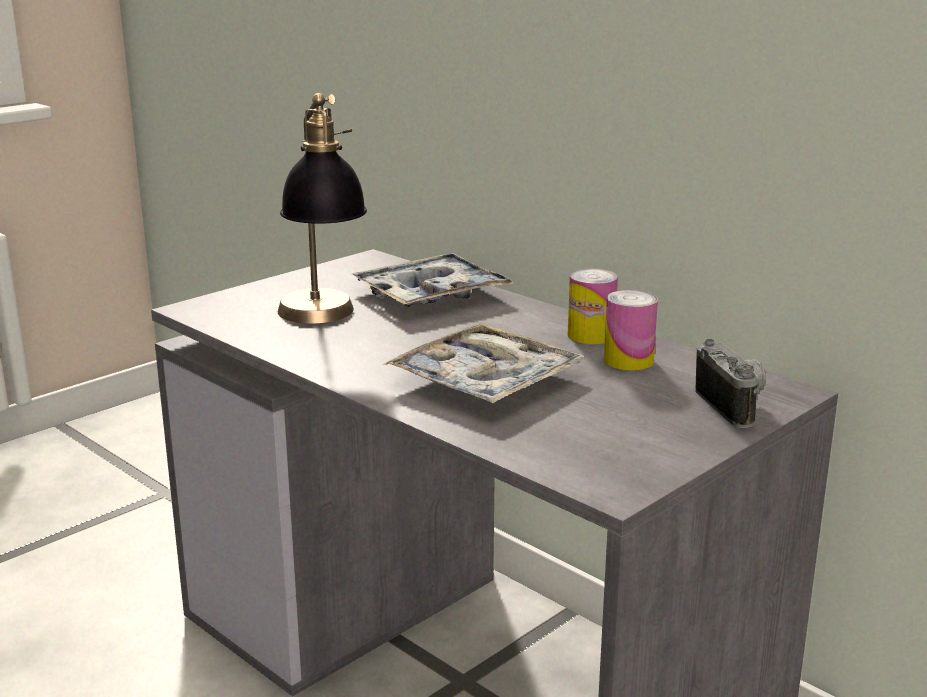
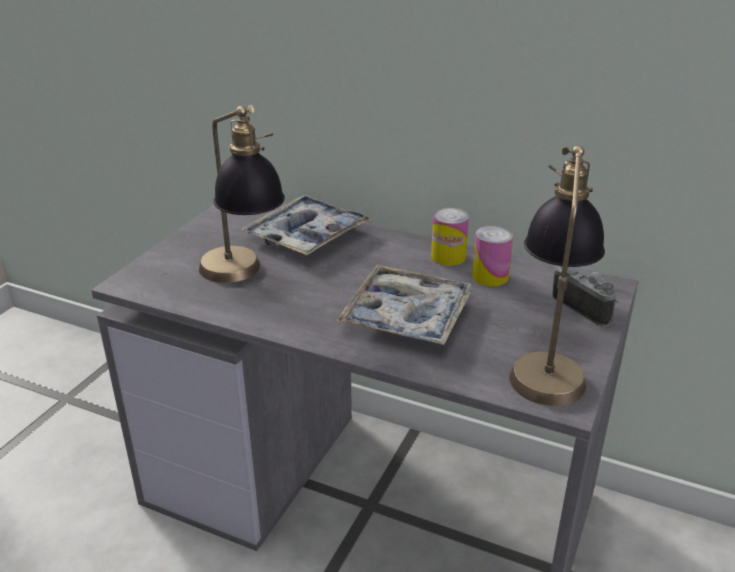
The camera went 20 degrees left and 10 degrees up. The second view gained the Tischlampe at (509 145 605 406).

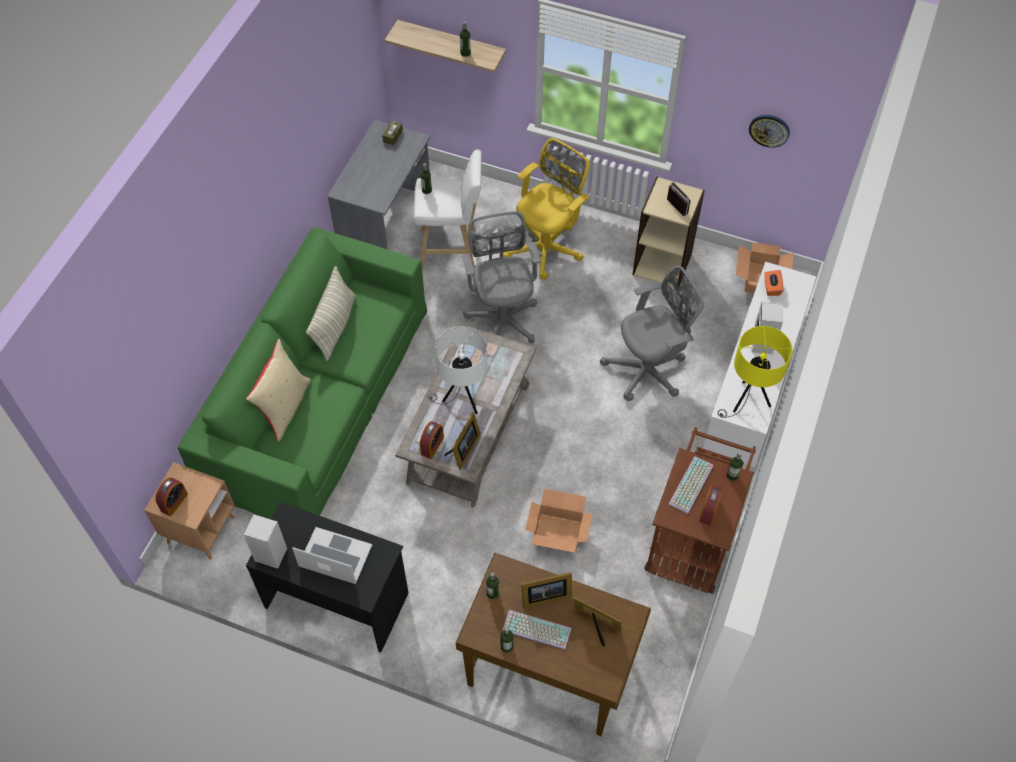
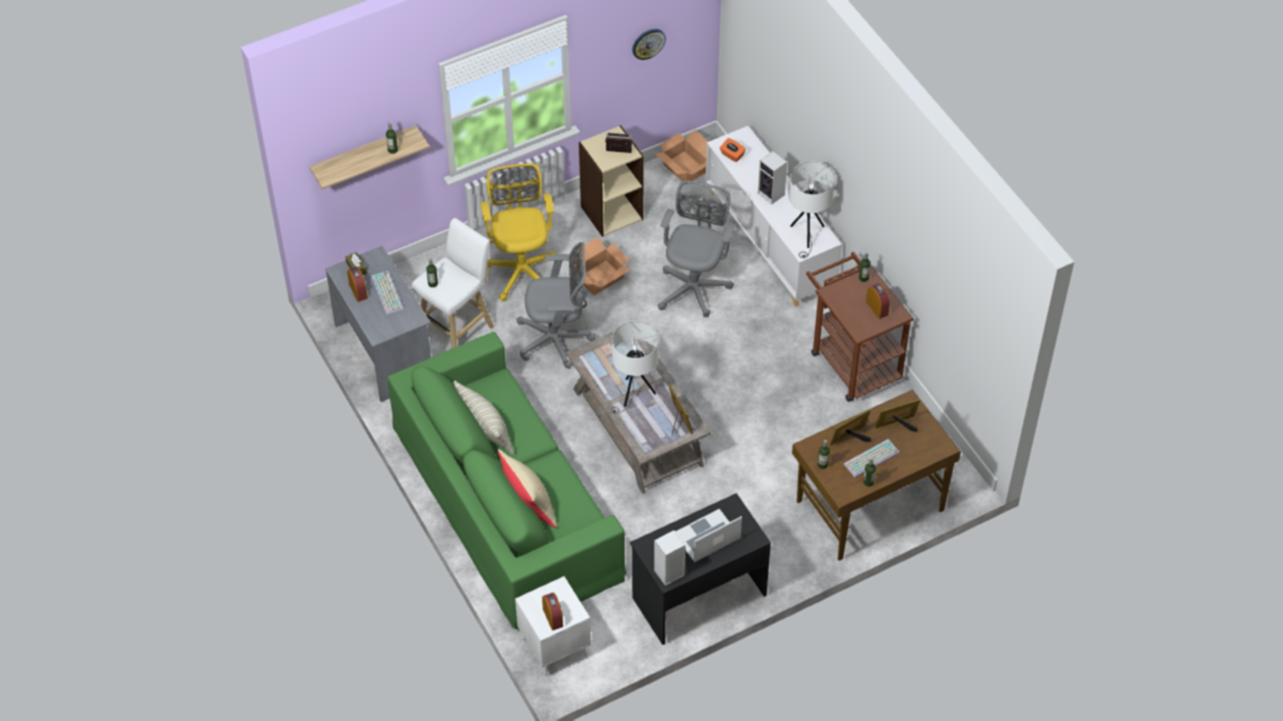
The camera went 50 degrees left and 5 degrees down. What was the Beistelltisch/braun at (144 462 235 560) turned into the Beistelltisch/weiß at (515 576 591 676). The Wecker ended up elsewhere, having gone from (420 421 444 459) to (347 267 368 302). The Bürostuhl/grau at (462 211 541 343) ended up facing another way, 150 degrees clockwise from before. The Bilderrahmen at (521 572 572 608) ended up facing another way, 150 degrees counterclockwise from before. The Karton ended up elsewhere, having gone from (525 489 593 553) to (569 237 631 295). The Tastatur ended up elsewhere, having gone from (668 456 714 514) to (371 271 404 315). What was the Tischlampe/gelb at (717 326 793 418) turned into the Tischlampe/weiß at (789 161 835 258).

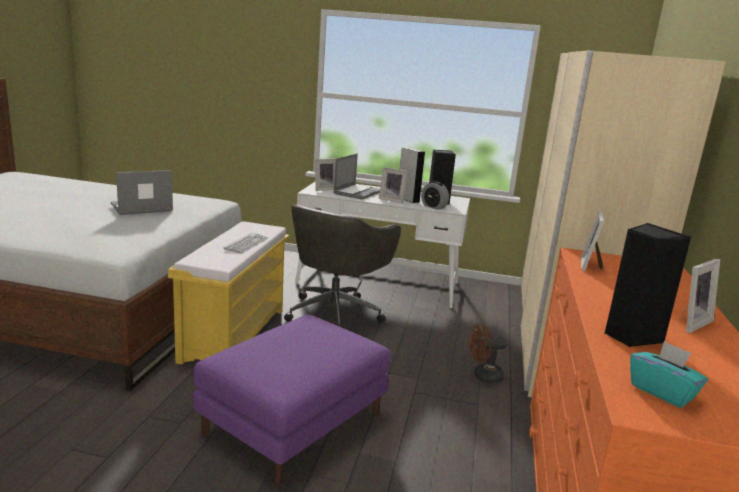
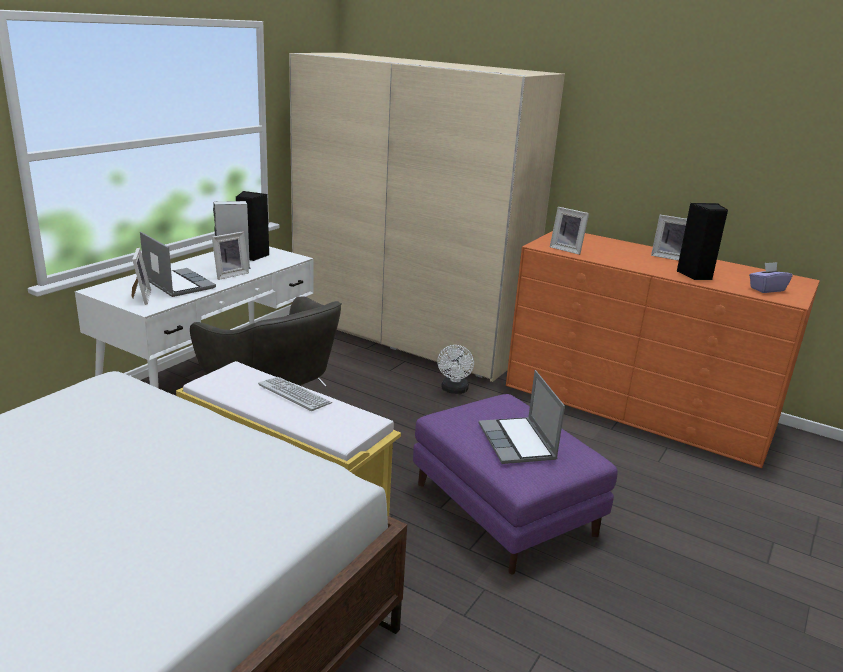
The camera went 70 degrees left and 5 degrees up. The Laptop ended up elsewhere, having gone from (111 170 173 215) to (479 370 565 464). The second view lost the Wecker at (421 181 449 210). What was the Ventilator/braun at (469 324 507 383) turned into the Ventilator/weiß at (437 345 474 394). What was the Taschentuchbox/türkis at (630 341 708 408) turned into the Taschentuchbox/lila at (749 262 793 293). The Bilderrahmen at (679 259 720 333) ended up facing another way, 135 degrees clockwise from before.

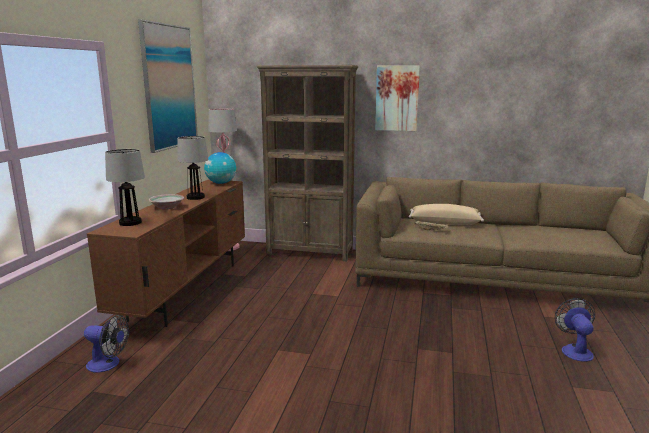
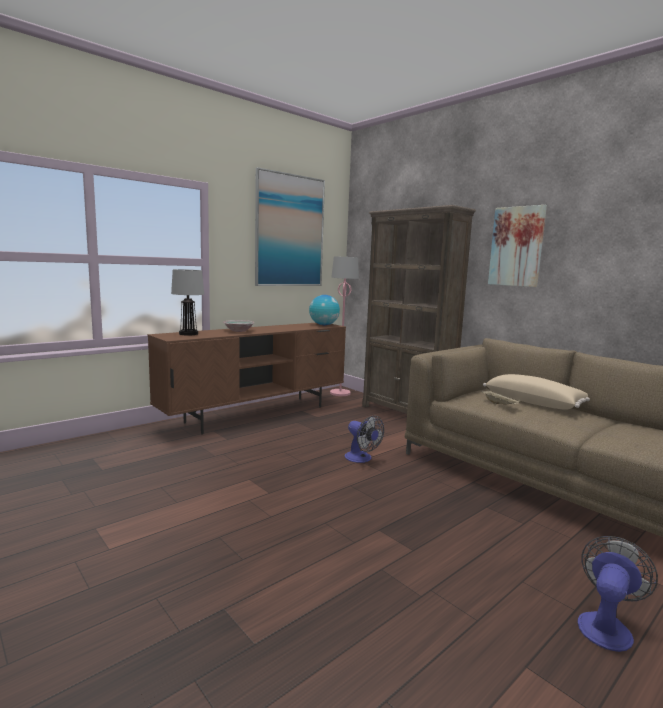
The camera went 35 degrees right and 5 degrees down. The Ventilator ended up elsewhere, having gone from (84 315 129 373) to (344 416 384 463). The second view lost the Tischlampe at (177 136 208 200).

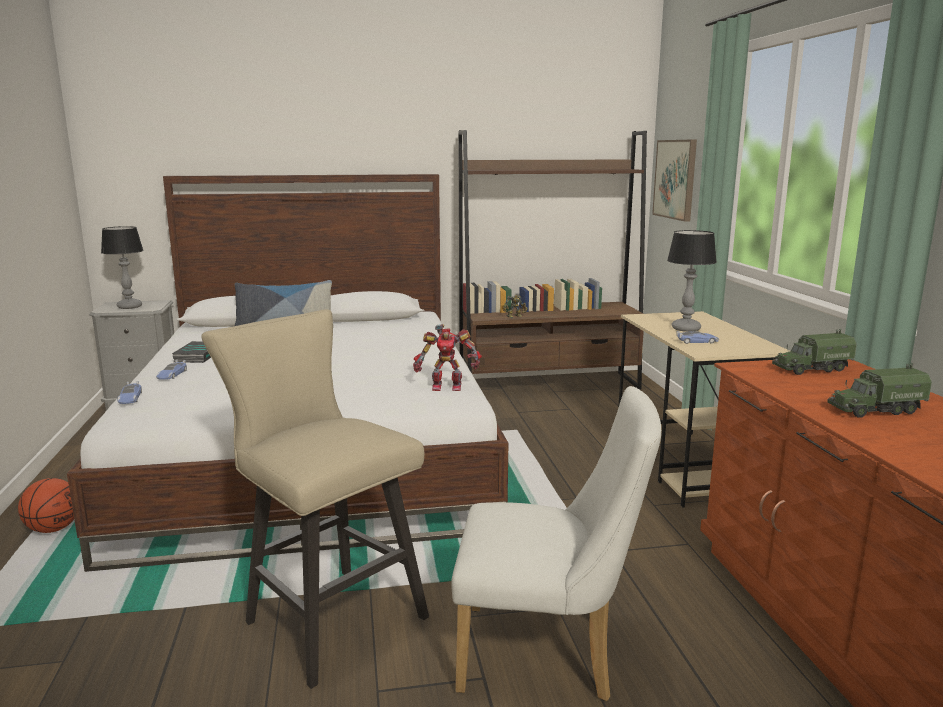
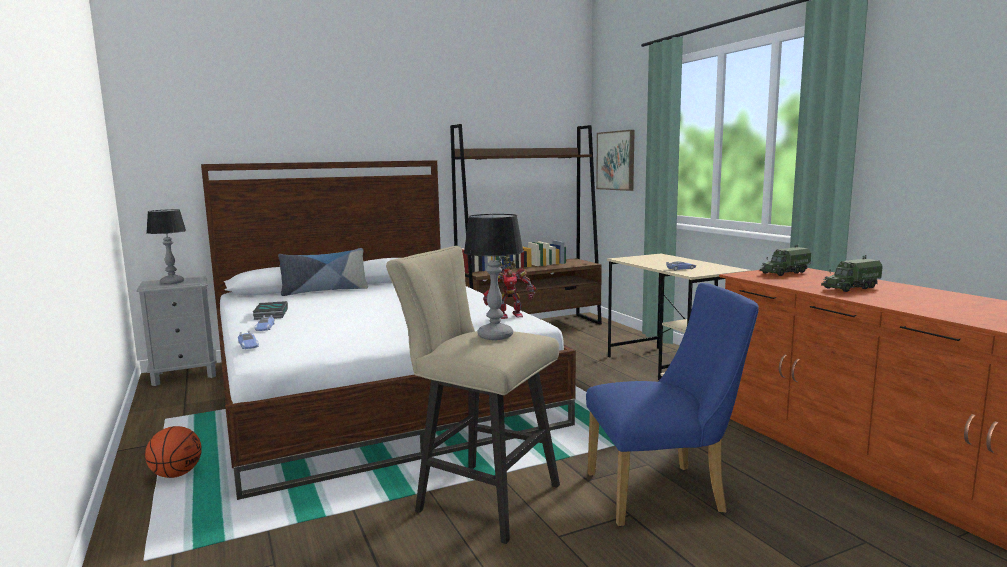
The camera went 15 degrees left and 5 degrees down. What was the Stuhl/weiß at (451 386 661 701) turned into the Stuhl/blau at (586 283 759 527). The Tischlampe ended up elsewhere, having gone from (667 230 717 332) to (464 214 524 340).

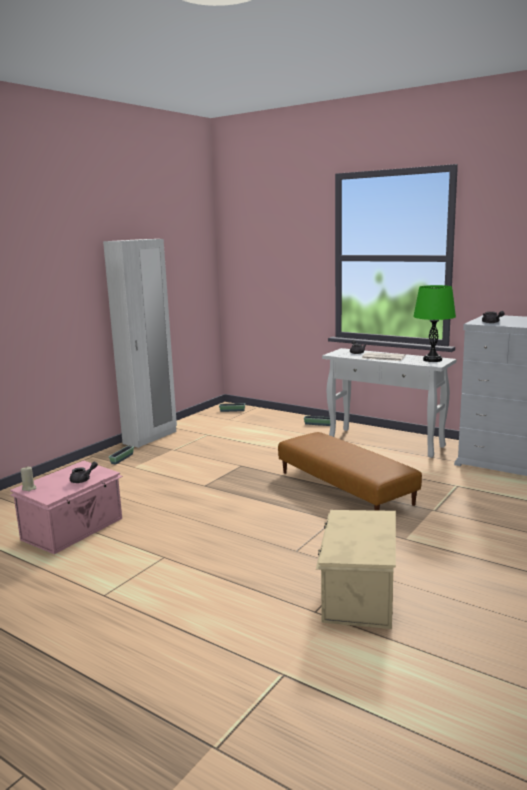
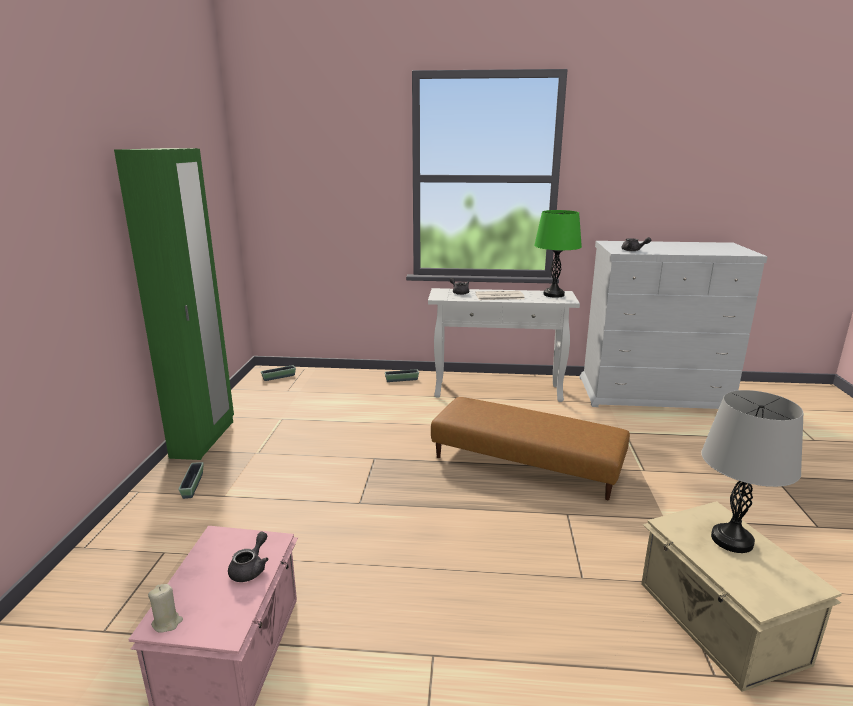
The camera went 30 degrees left and 5 degrees up. What was the Kleiderschrank/weiß at (103 239 177 448) turned into the Kleiderschrank/grün at (114 148 234 460). The second view gained the Tischlampe/grau at (701 390 803 553).

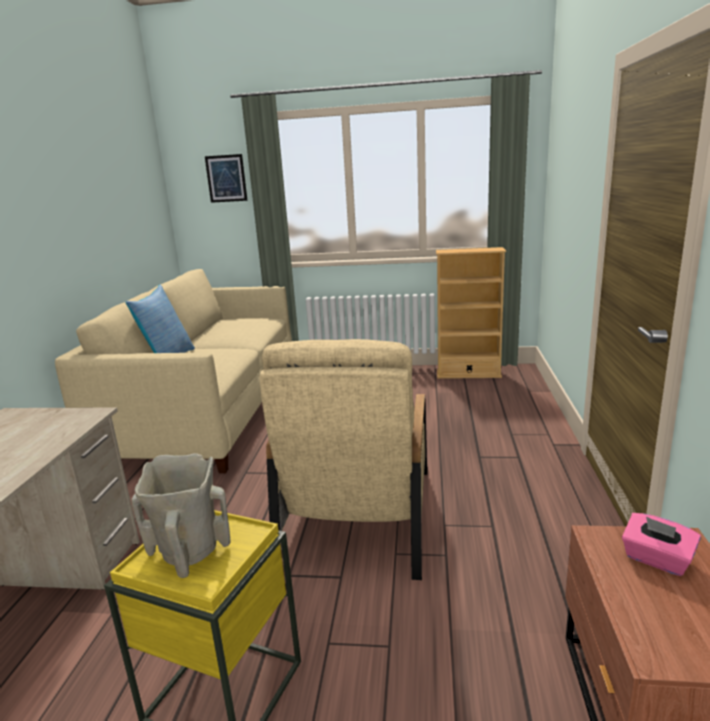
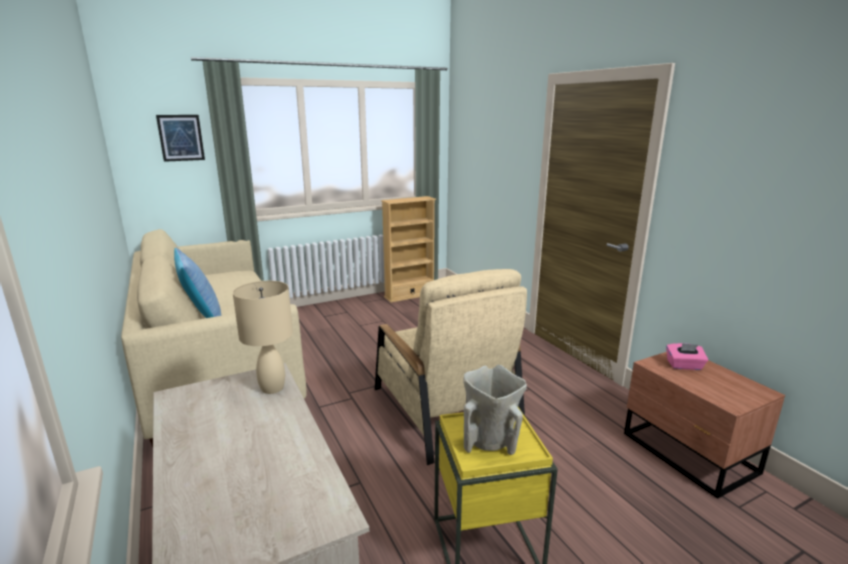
The camera went 35 degrees left and 0 degrees up. The second view gained the Tischlampe/beige at (233 281 293 394).

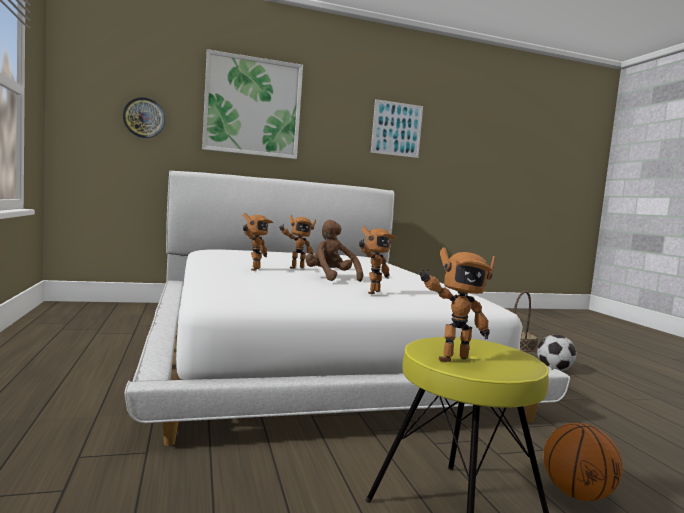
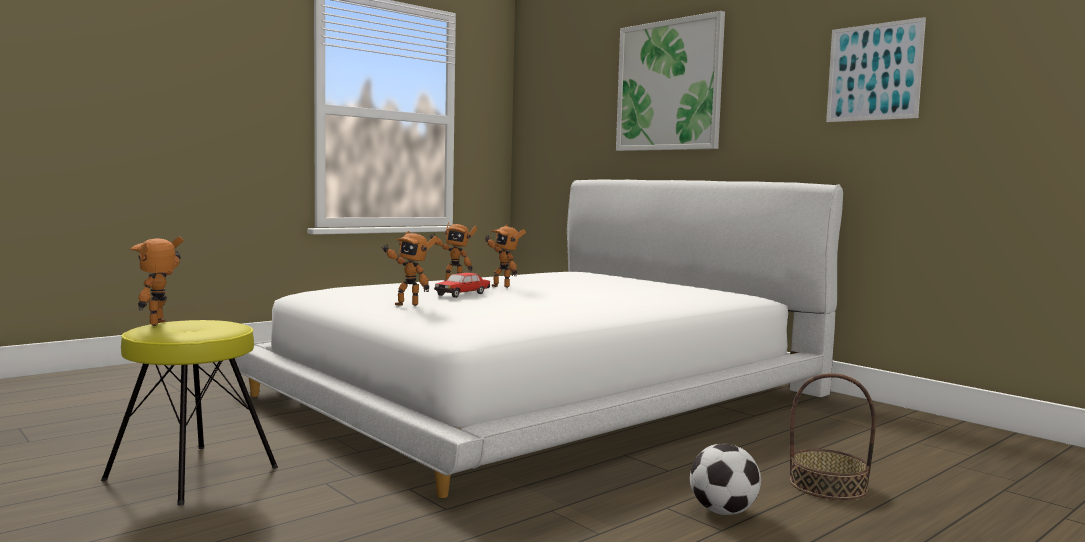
The camera went 65 degrees right and 0 degrees up. The second view lost the Wanduhr at (123 97 165 138). Where the Plüschtier/braun stood at (305 220 363 282), the Spielzeugauto came to stand at (434 273 490 298). The Spielzeugroboter at (419 247 495 362) ended up facing another way, 45 degrees clockwise from before. The second view lost the Basketball at (543 423 623 501).

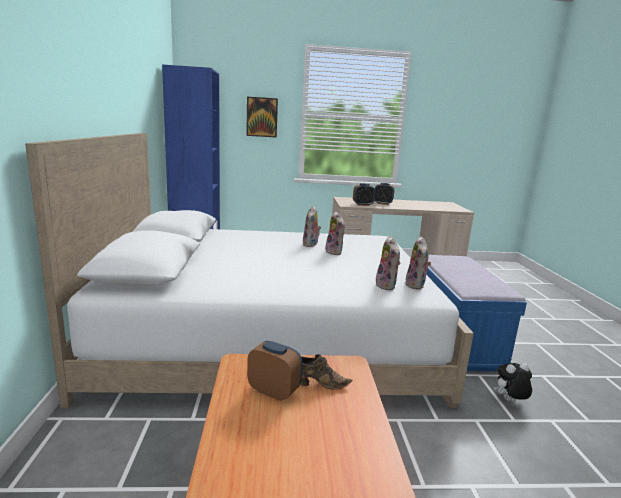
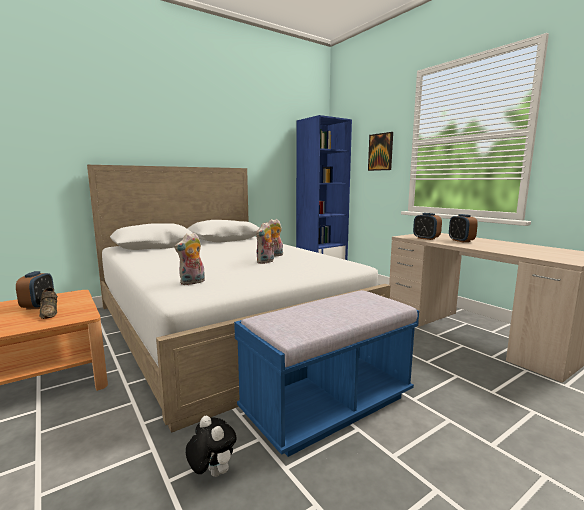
The camera went 60 degrees right and 5 degrees down. The second view lost the Plüschtier at (405 236 431 290).

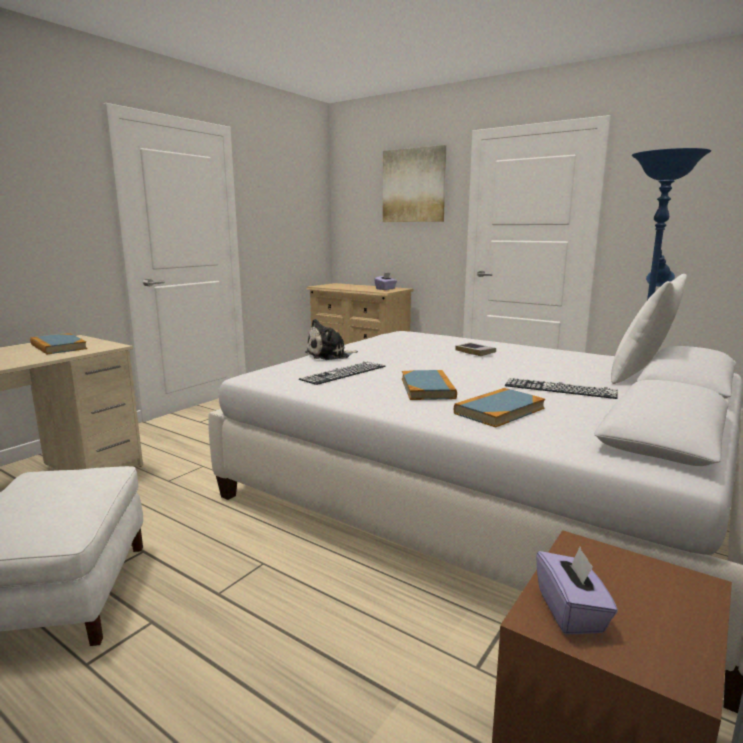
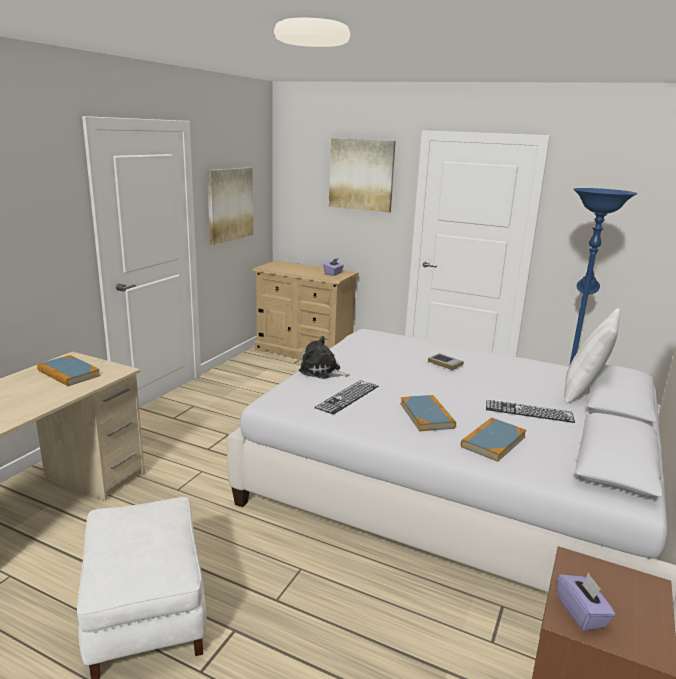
The camera went 10 degrees left and 5 degrees up. The Plüschtier at (305 319 358 360) ended up facing another way, 60 degrees clockwise from before. The second view gained the Bild at (207 167 253 245).

